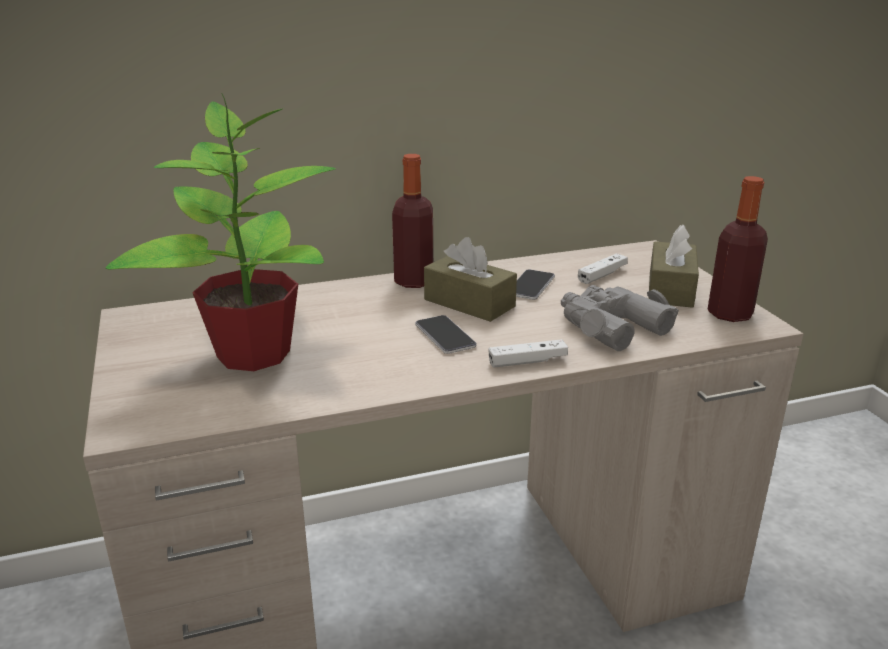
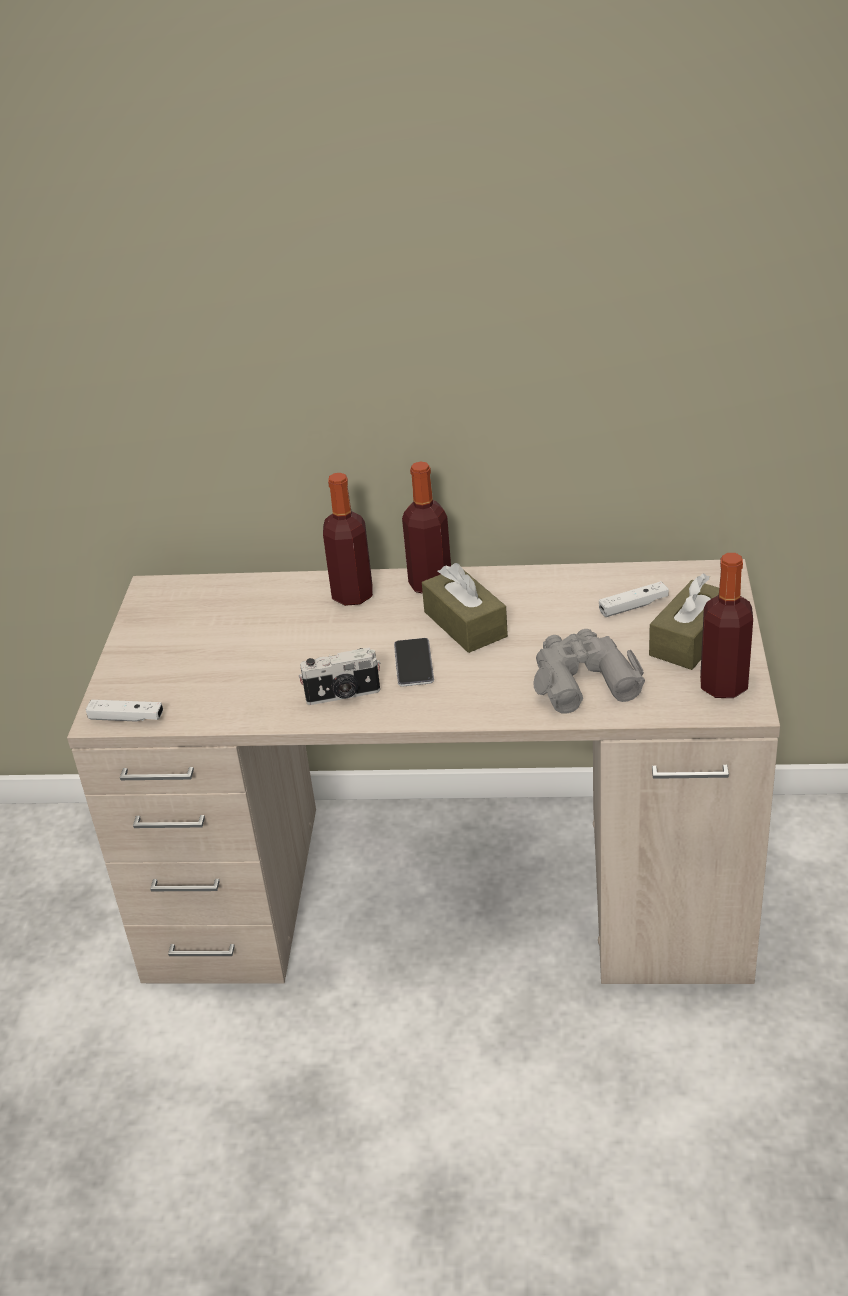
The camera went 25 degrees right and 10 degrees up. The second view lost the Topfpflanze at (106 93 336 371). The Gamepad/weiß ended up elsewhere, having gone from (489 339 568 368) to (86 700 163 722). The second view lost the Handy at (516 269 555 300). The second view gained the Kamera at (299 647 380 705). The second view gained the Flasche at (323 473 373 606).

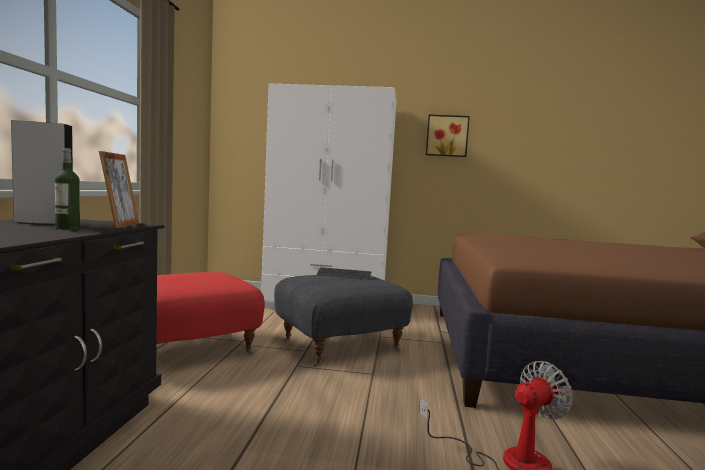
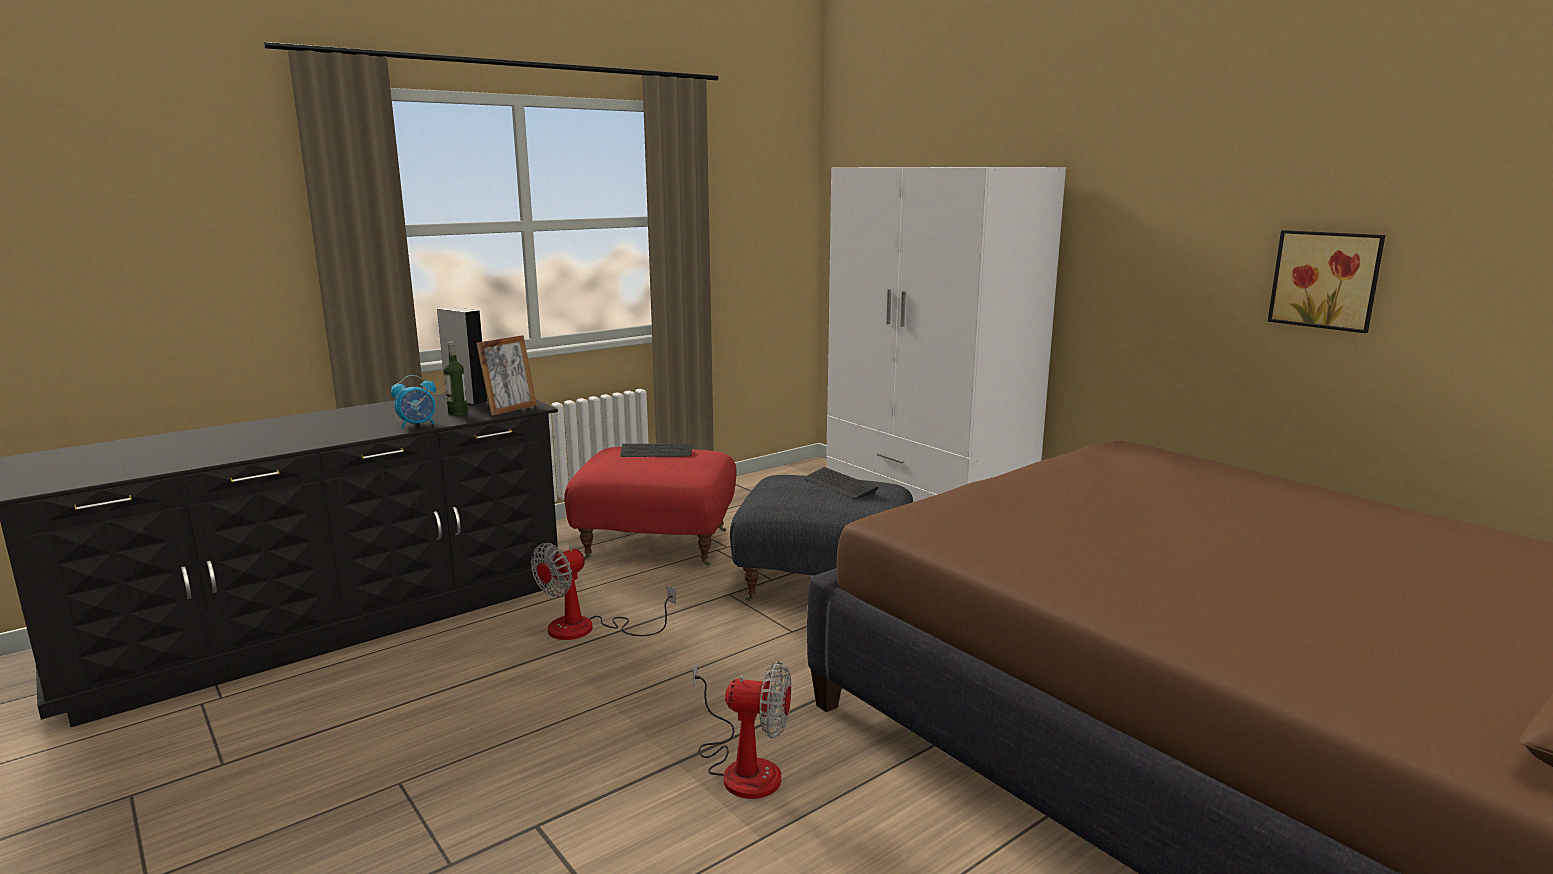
The camera went 45 degrees right and 10 degrees up. The Bild ended up elsewhere, having gone from (426 115 470 157) to (1268 230 1385 333). The second view gained the Wecker at (391 375 436 429). The second view gained the Ventilator at (531 543 676 640). The second view gained the Tastatur at (620 443 693 457).

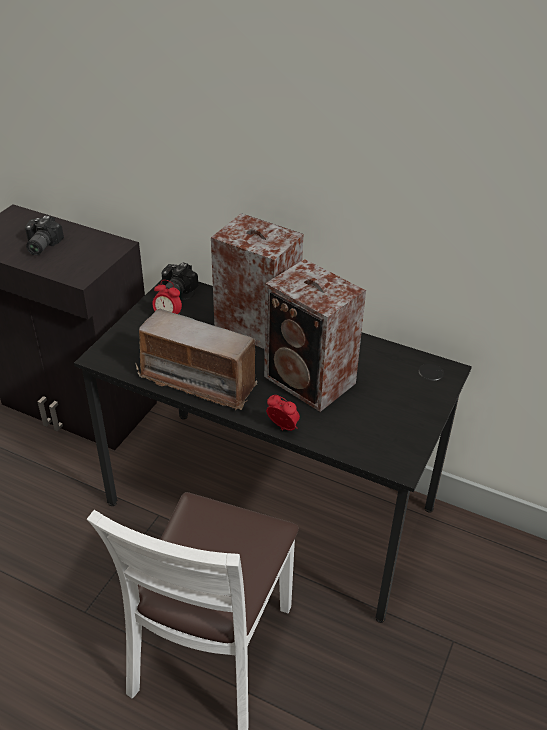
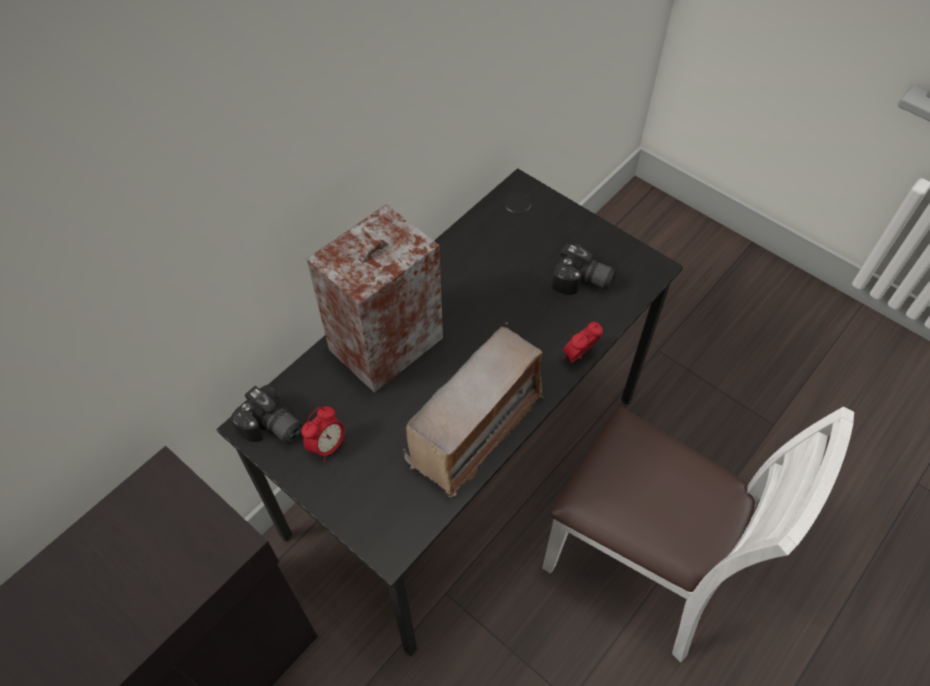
The camera went 75 degrees left and 15 degrees up. The Kamera ended up elsewhere, having gone from (25 215 64 255) to (552 244 617 295). The second view lost the Lautsprecher at (264 259 366 412).

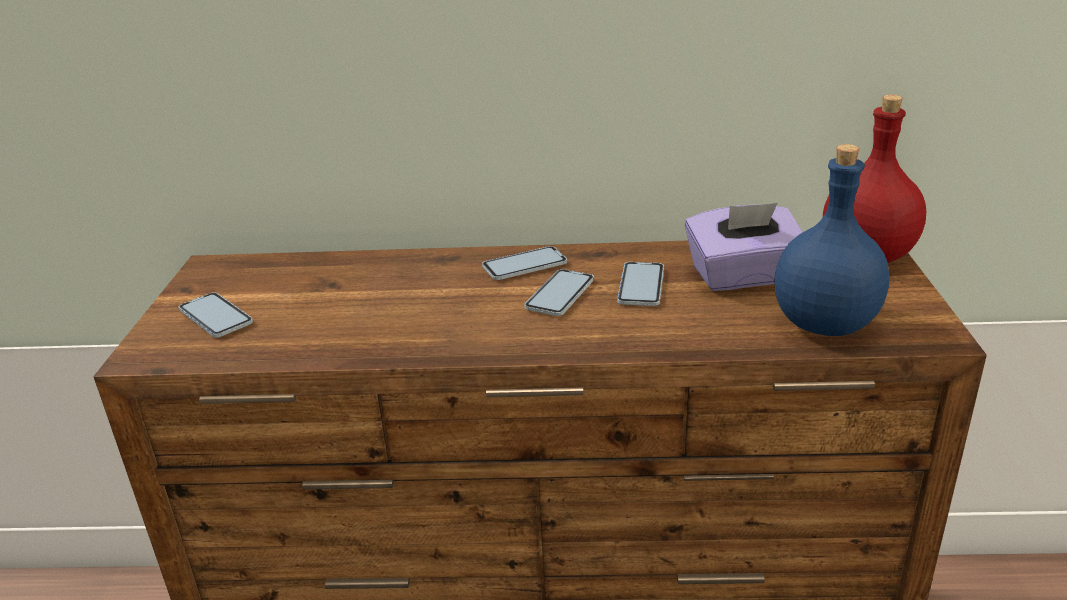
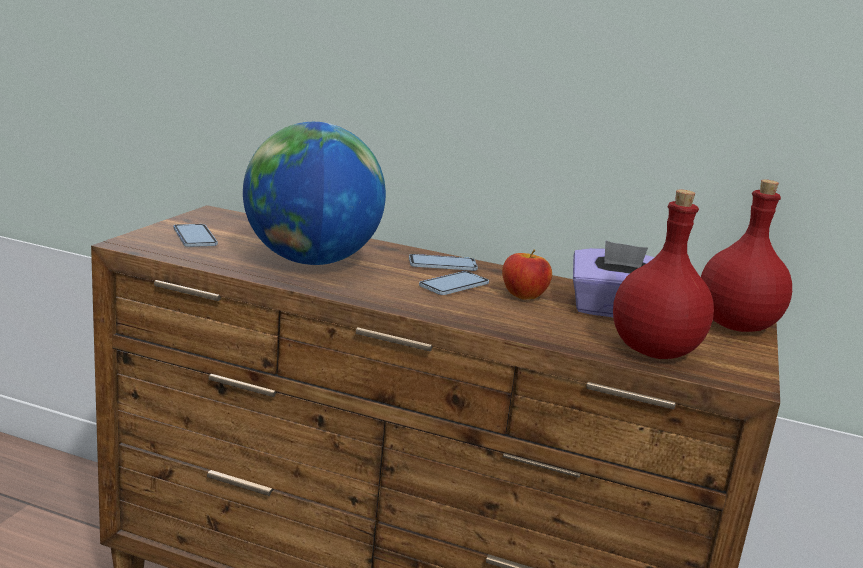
The camera went 15 degrees right and 10 degrees down. Where the Handy stood at (617 262 664 306), the Apfel came to stand at (502 250 552 300). What was the Flasche/blau at (775 144 890 336) turned into the Flasche/rot at (613 190 714 359). The second view gained the Globus at (243 122 386 265).

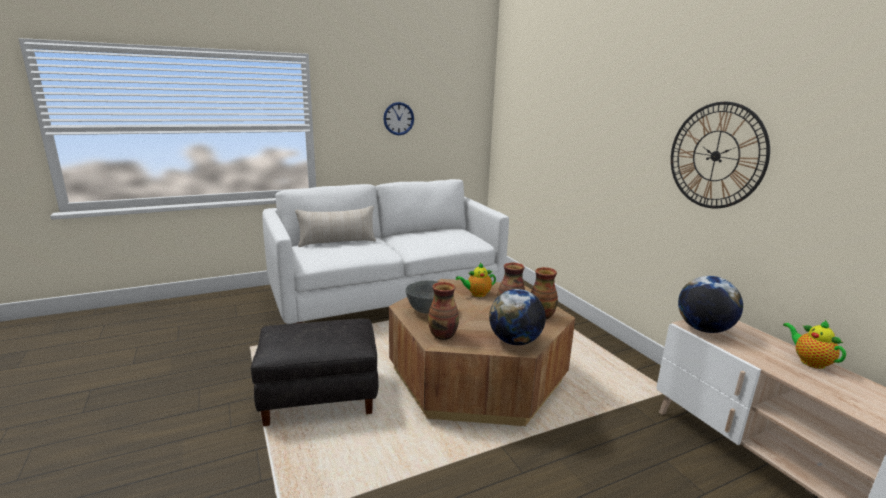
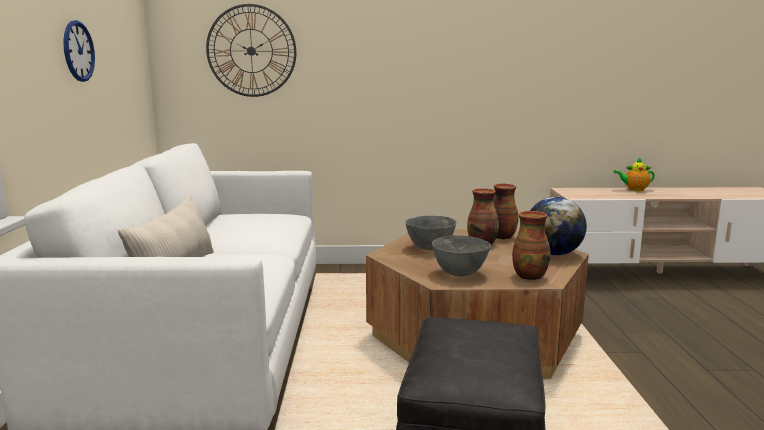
The camera went 65 degrees left and 5 degrees down. Where the Teekanne stood at (456 263 496 297), the Schüssel/grau came to stand at (406 216 456 250). The Wanduhr ended up elsewhere, having gone from (671 102 770 208) to (206 4 296 97). The second view lost the Globus at (678 276 743 333).

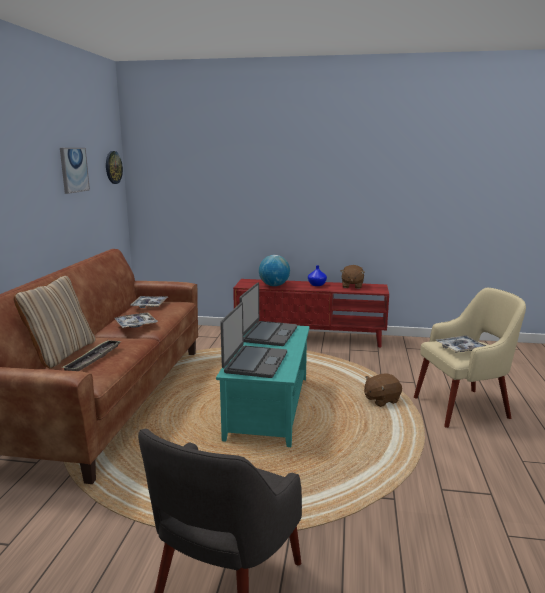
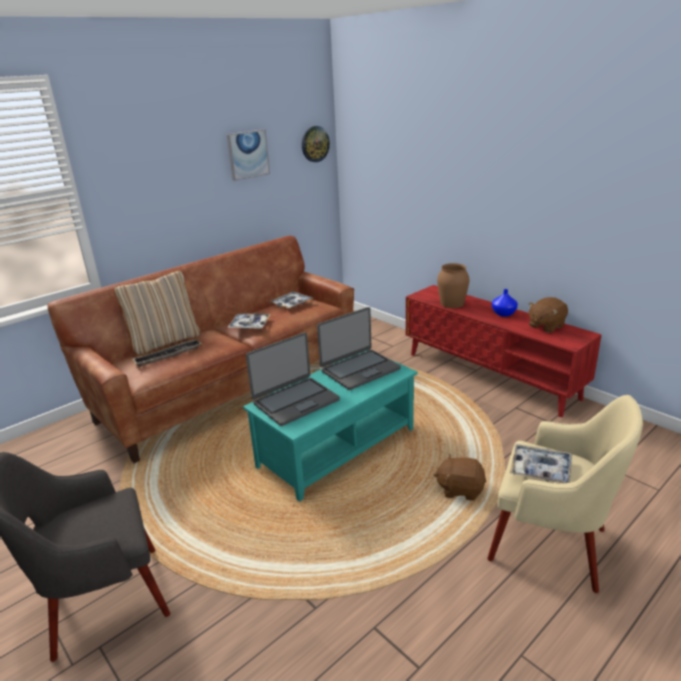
The camera went 40 degrees right and 10 degrees up. Where the Globus stood at (259 255 290 286), the Vase/braun came to stand at (437 263 469 308).

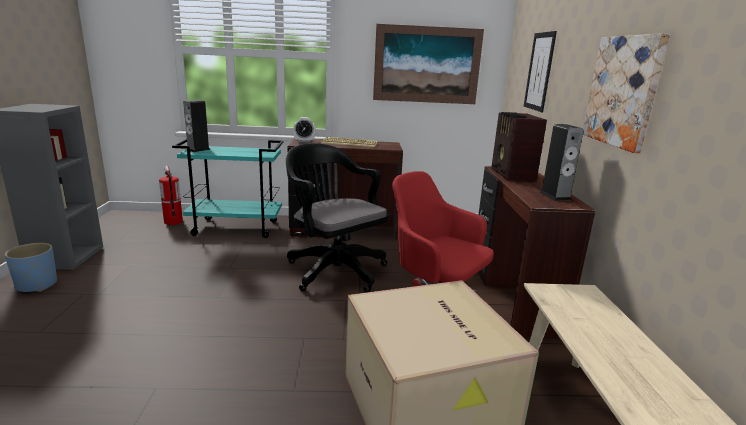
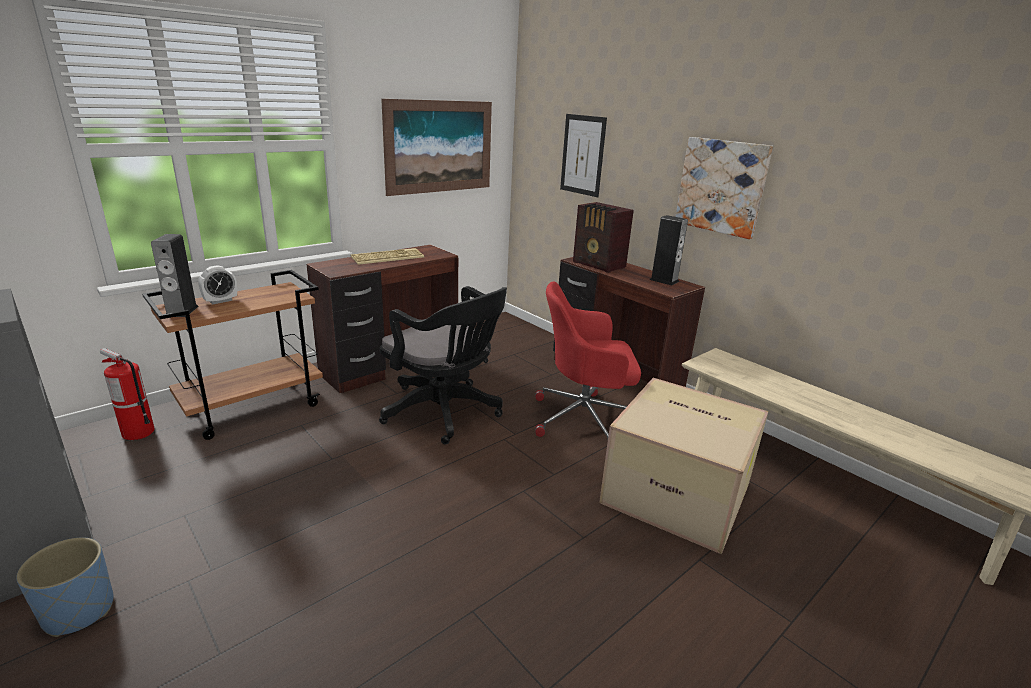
The camera went 40 degrees left and 5 degrees up. What was the Rollwagen/türkis at (172 139 283 238) turned into the Rollwagen/braun at (142 270 323 440). The Bürostuhl/schwarz at (286 143 389 293) ended up facing another way, 150 degrees counterclockwise from before. The Wecker ended up elsewhere, having gone from (293 117 316 142) to (198 265 237 305).

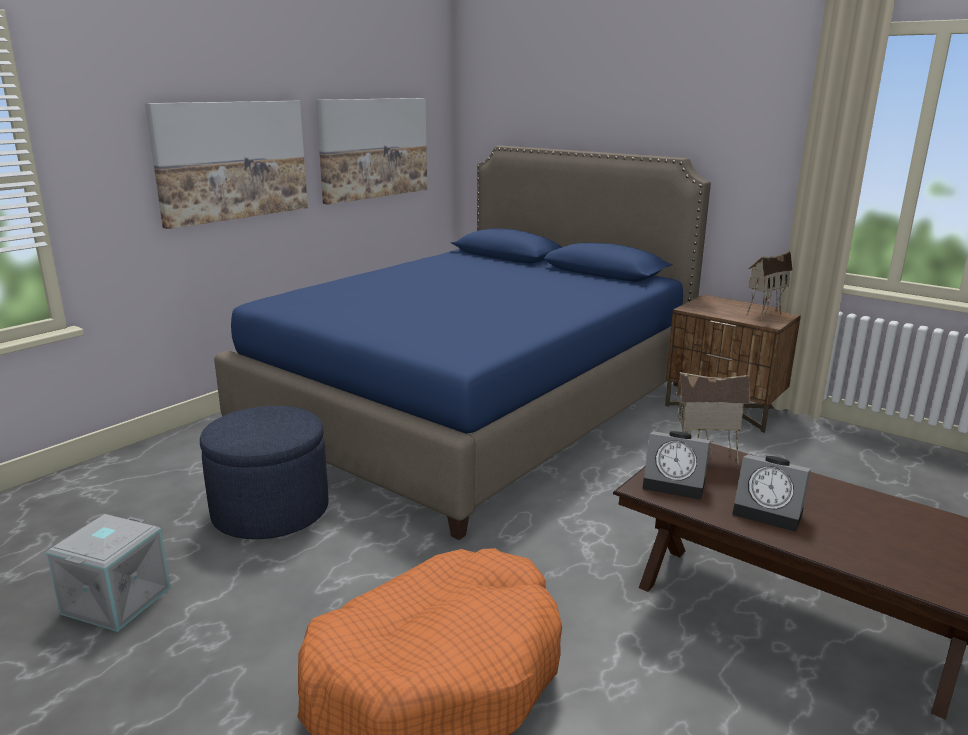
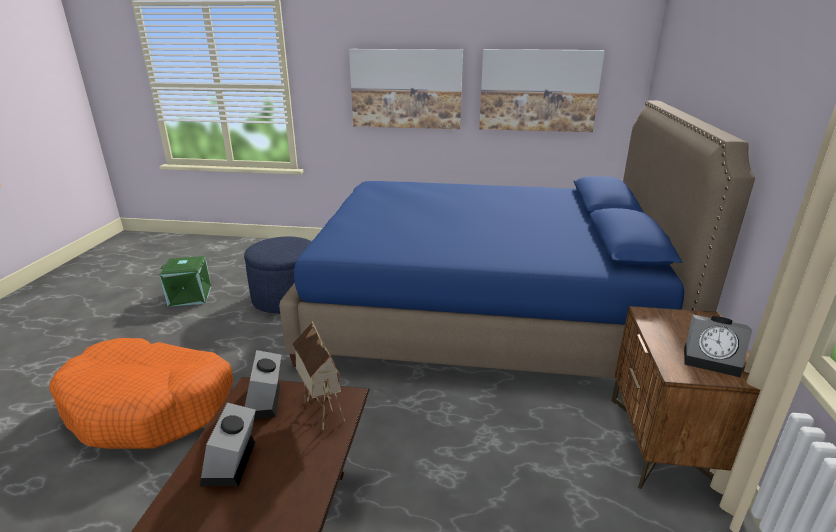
The camera went 60 degrees right and 5 degrees up. What was the Aufbewahrungsbox/grau at (46 514 171 632) turned into the Aufbewahrungsbox/grün at (160 256 211 307). Where the Spielzeughaus stood at (746 251 793 320), the Wecker came to stand at (684 315 752 377).

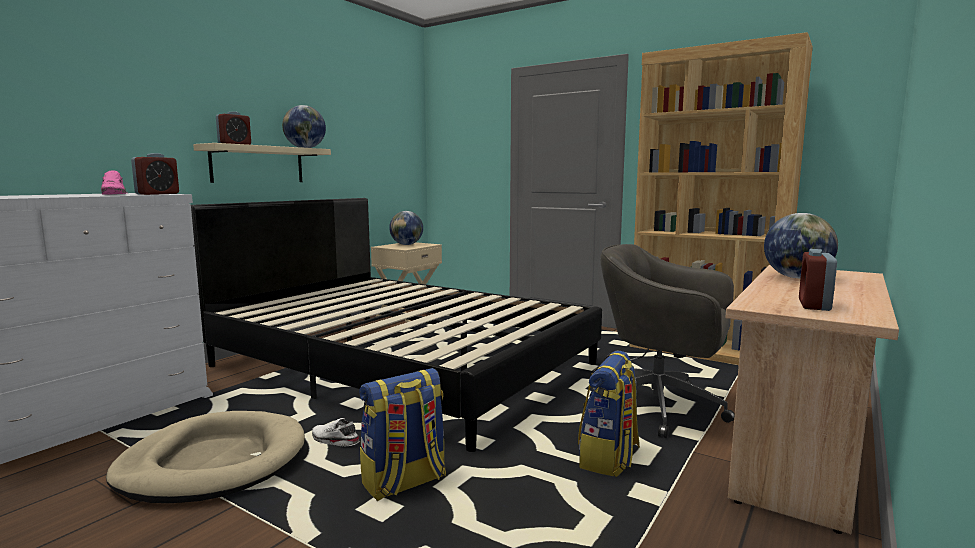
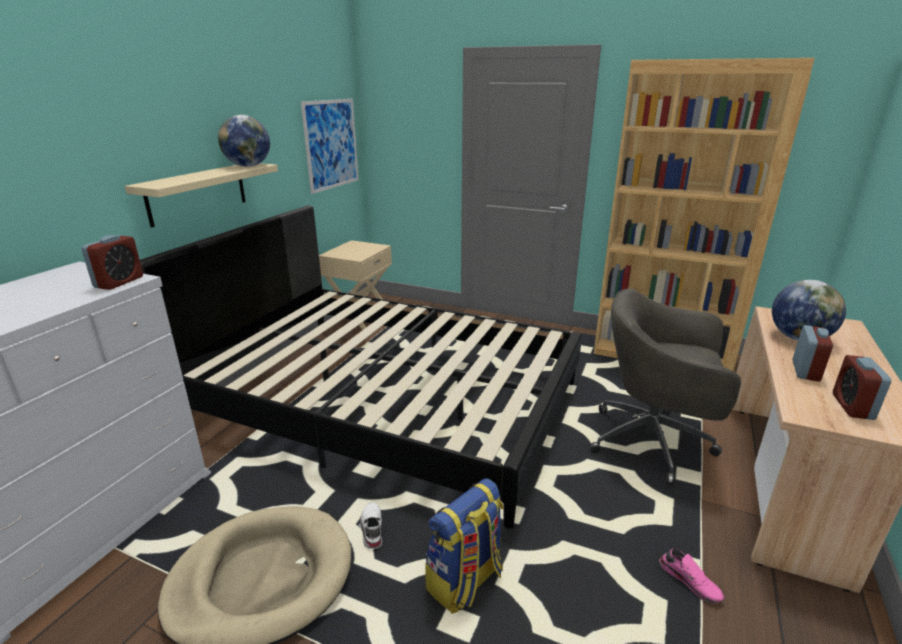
The camera went 10 degrees left and 15 degrees up. The Schuh/rosa ended up elsewhere, having gone from (101 170 127 195) to (659 548 724 603). The Wecker ended up elsewhere, having gone from (216 111 251 145) to (793 325 833 382). The Schuh/weiß at (312 418 360 447) ended up facing another way, 60 degrees clockwise from before. The second view lost the Globus at (389 211 423 245). The second view lost the Rucksack at (578 351 640 477). The second view gained the Bild at (301 99 359 194).

